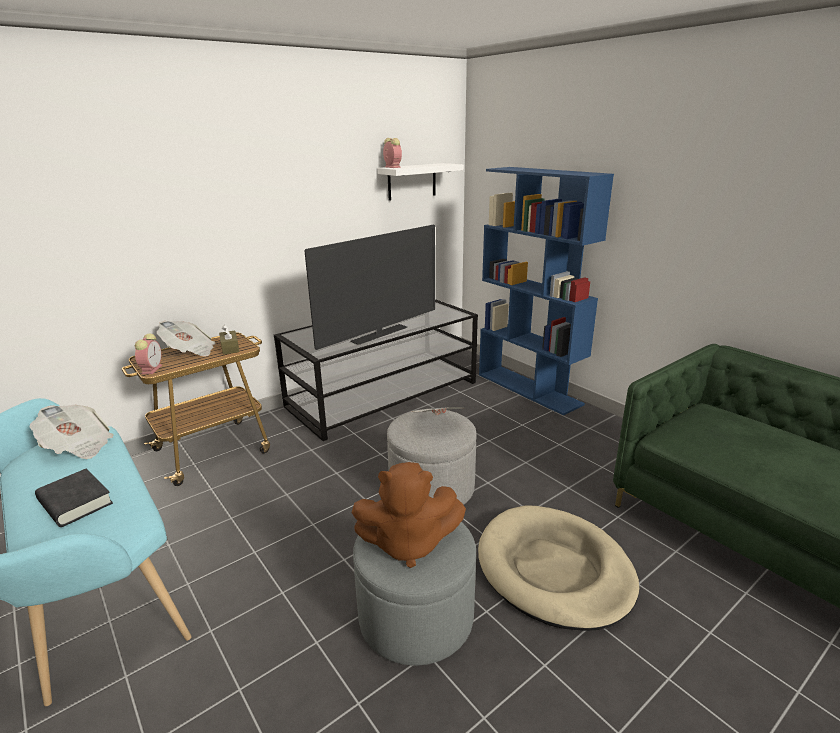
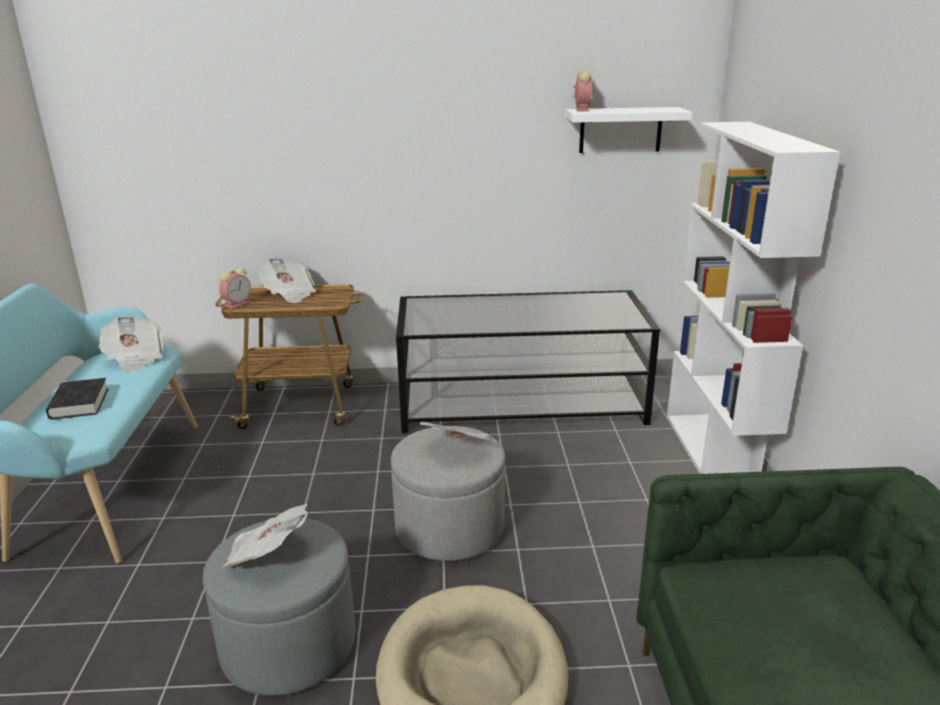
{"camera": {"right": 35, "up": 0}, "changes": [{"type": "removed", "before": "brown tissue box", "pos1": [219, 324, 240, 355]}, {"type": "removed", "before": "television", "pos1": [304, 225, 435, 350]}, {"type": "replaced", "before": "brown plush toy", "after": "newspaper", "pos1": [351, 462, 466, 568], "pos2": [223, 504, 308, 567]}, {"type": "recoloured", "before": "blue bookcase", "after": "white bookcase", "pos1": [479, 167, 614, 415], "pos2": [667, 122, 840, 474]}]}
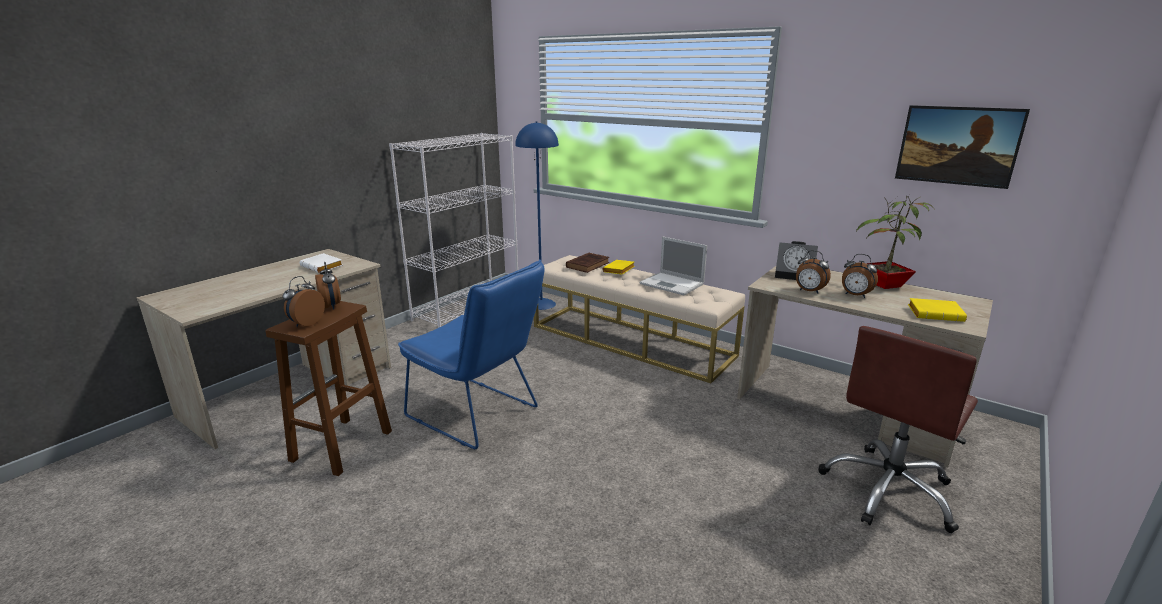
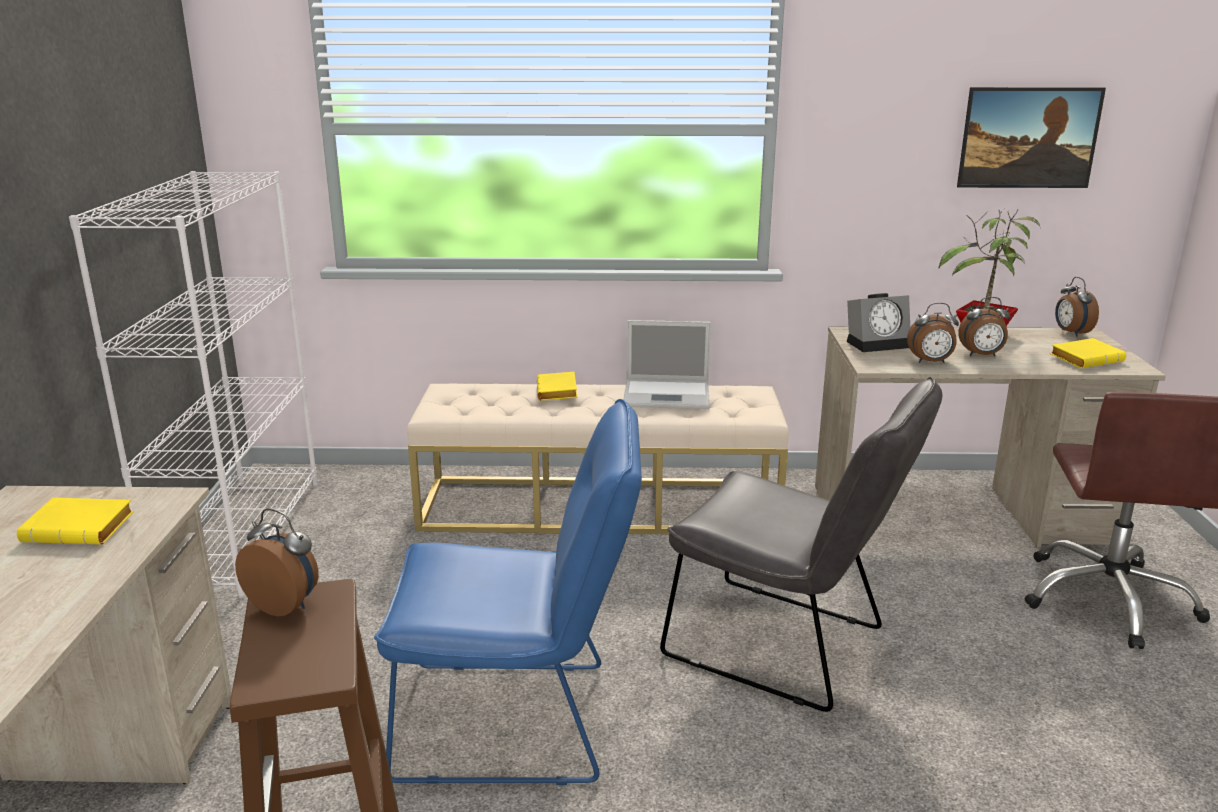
{"camera": {"right": -35, "up": 0}, "changes": [{"type": "moved", "before": "alarm clock", "pos1": [282, 276, 325, 327], "pos2": [1055, 277, 1099, 337]}, {"type": "recoloured", "before": "white book", "after": "yellow book", "pos1": [300, 253, 343, 273], "pos2": [17, 498, 134, 545]}, {"type": "removed", "before": "blue floor lamp", "pos1": [515, 121, 559, 310]}, {"type": "removed", "before": "brown book", "pos1": [566, 253, 609, 273]}, {"type": "added", "after": "grey chair", "pos2": [660, 377, 943, 712]}]}
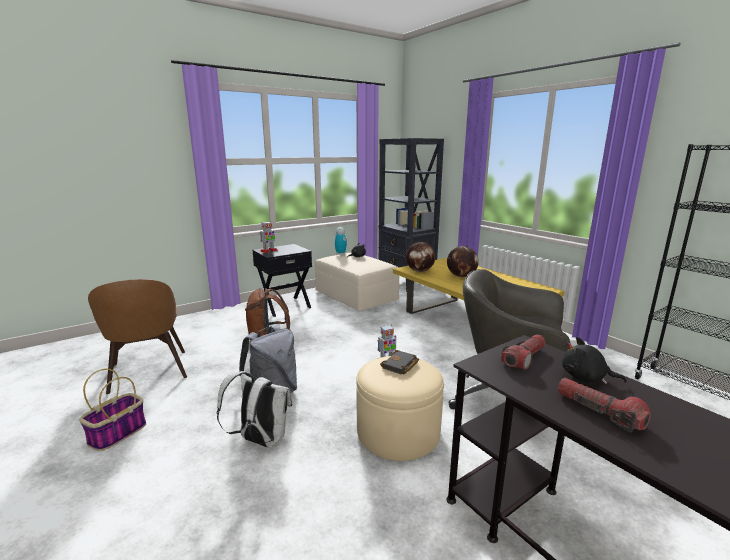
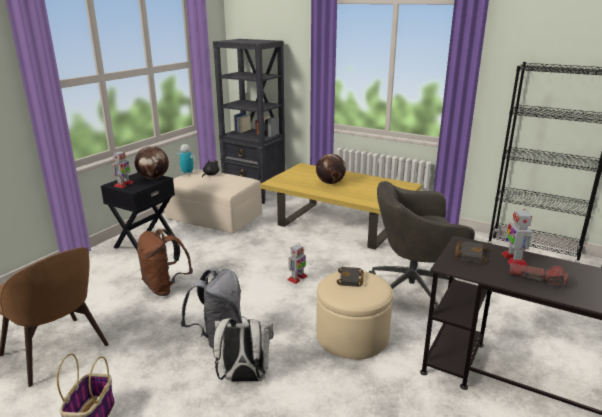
{"camera": {"right": -25, "up": 5}, "changes": [{"type": "moved", "before": "globe", "pos1": [405, 242, 435, 272], "pos2": [134, 146, 169, 179]}, {"type": "replaced", "before": "flashlight", "after": "black book", "pos1": [501, 335, 546, 370], "pos2": [455, 241, 487, 263]}, {"type": "replaced", "before": "black plush toy", "after": "toy robot", "pos1": [562, 337, 627, 384], "pos2": [502, 209, 532, 266]}]}
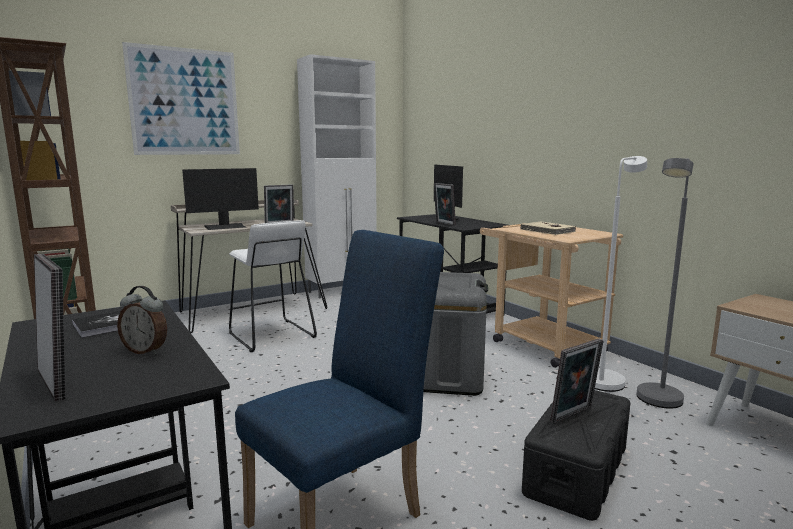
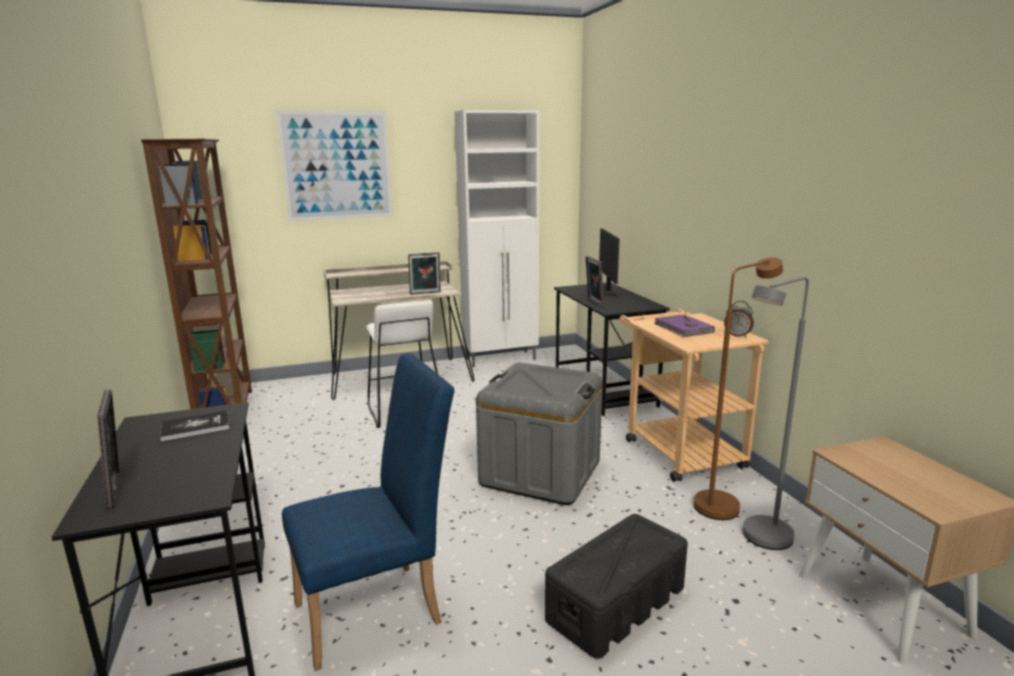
{"camera": {"right": 15, "up": 5}, "changes": [{"type": "moved", "before": "alarm clock", "pos1": [117, 286, 167, 355], "pos2": [724, 301, 754, 338]}, {"type": "removed", "before": "monitor", "pos1": [182, 168, 259, 230]}, {"type": "recoloured", "before": "beige book", "after": "purple book", "pos1": [520, 221, 576, 235], "pos2": [655, 314, 715, 337]}, {"type": "removed", "before": "picture frame", "pos1": [550, 339, 604, 424]}, {"type": "recoloured", "before": "white floor lamp", "after": "brown floor lamp", "pos1": [595, 156, 647, 392], "pos2": [694, 257, 783, 520]}]}
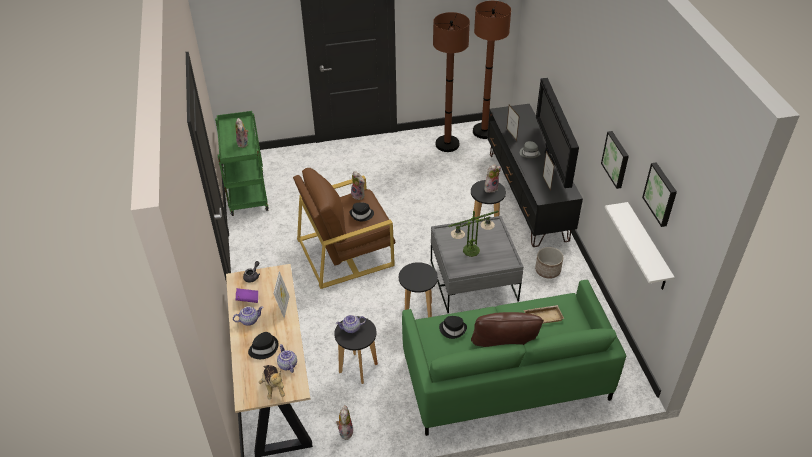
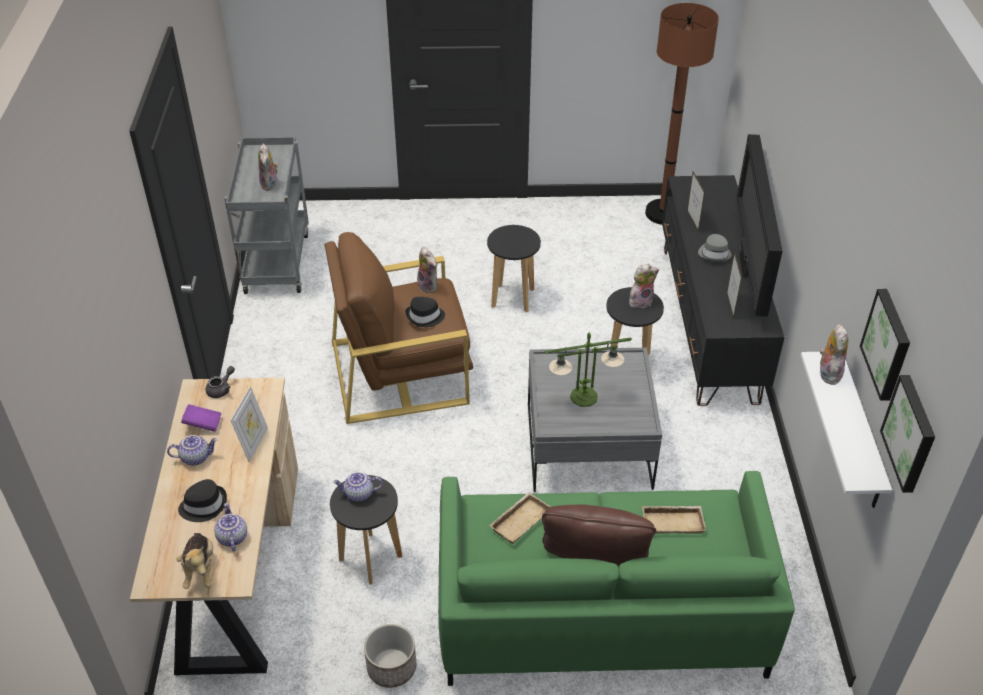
{"camera": {"right": 10, "up": 0}, "changes": [{"type": "recoloured", "before": "green cart", "after": "grey cart", "pos1": [215, 111, 269, 216], "pos2": [224, 137, 309, 294]}, {"type": "moved", "before": "plush toy", "pos1": [336, 405, 353, 440], "pos2": [820, 324, 848, 385]}, {"type": "moved", "before": "black stool", "pos1": [399, 262, 438, 317], "pos2": [487, 225, 541, 312]}, {"type": "removed", "before": "brown floor lamp", "pos1": [433, 12, 470, 152]}, {"type": "replaced", "before": "black hat", "after": "beige tray", "pos1": [439, 316, 467, 339], "pos2": [489, 492, 550, 544]}, {"type": "moved", "before": "planter", "pos1": [535, 247, 563, 279], "pos2": [364, 624, 416, 688]}, {"type": "moved", "before": "picture", "pos1": [601, 131, 629, 189], "pos2": [880, 375, 935, 493]}]}
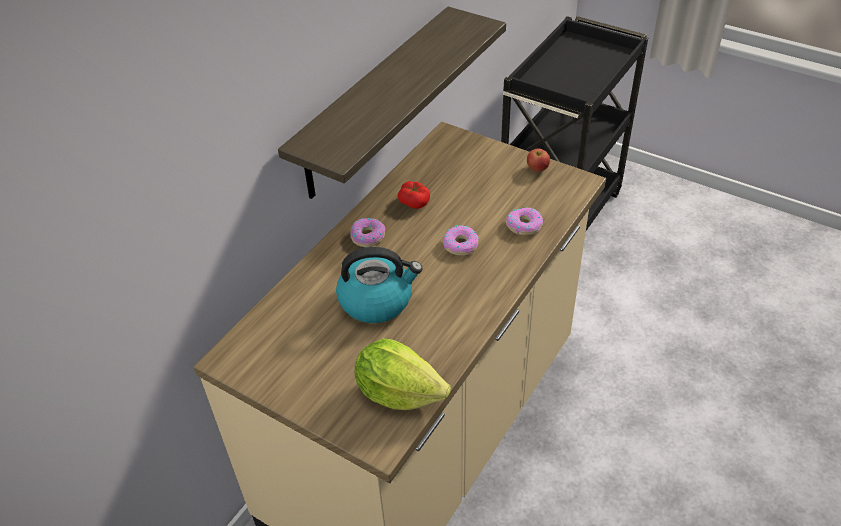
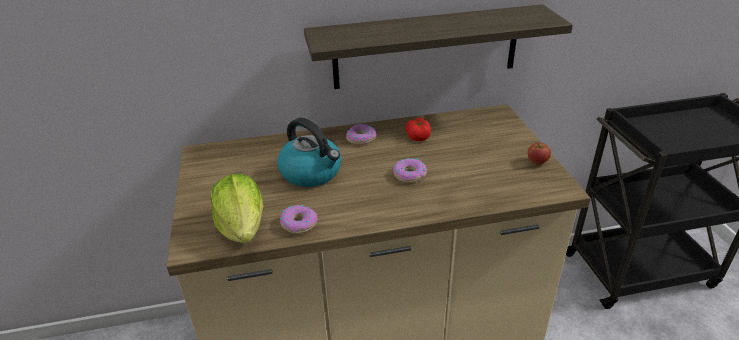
{"camera": {"right": 45, "up": -10}, "changes": [{"type": "moved", "before": "donut", "pos1": [506, 207, 543, 235], "pos2": [280, 204, 318, 234]}]}
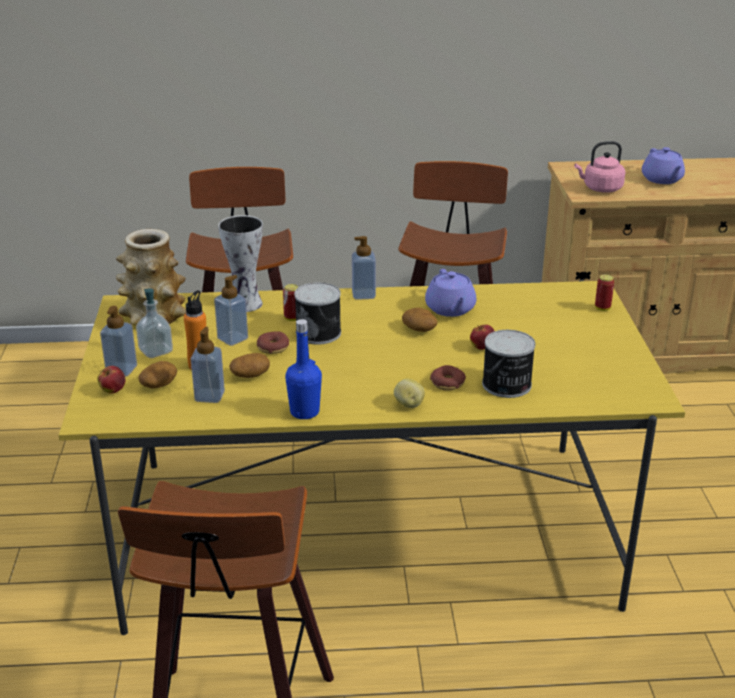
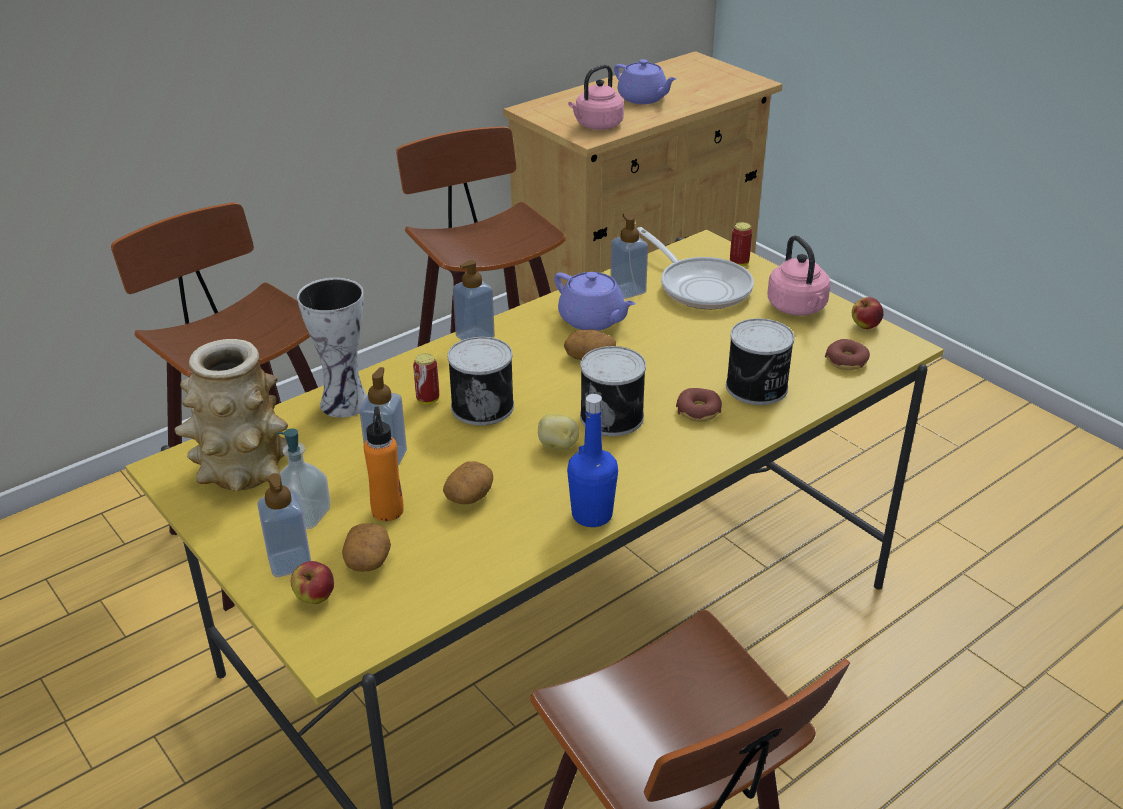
{"camera": {"right": -35, "up": 5}, "changes": [{"type": "moved", "before": "soap dispenser", "pos1": [191, 327, 225, 403], "pos2": [610, 213, 648, 299]}, {"type": "moved", "before": "donut", "pos1": [257, 331, 289, 354], "pos2": [825, 339, 870, 370]}, {"type": "moved", "before": "potato", "pos1": [394, 379, 425, 408], "pos2": [538, 414, 579, 450]}, {"type": "moved", "before": "apple", "pos1": [470, 324, 494, 350], "pos2": [852, 297, 884, 329]}, {"type": "added", "after": "can", "pos2": [580, 346, 646, 436]}, {"type": "added", "after": "frying pan", "pos2": [637, 227, 754, 309]}, {"type": "added", "after": "pink kettle", "pos2": [768, 235, 830, 316]}]}
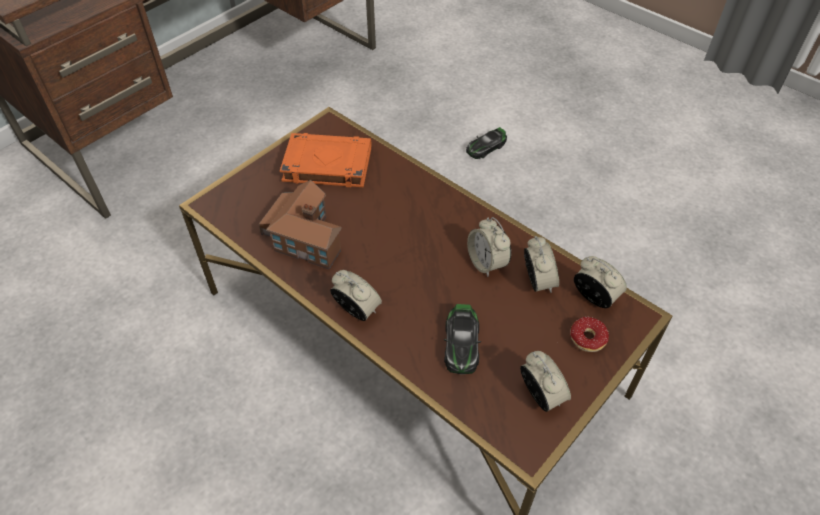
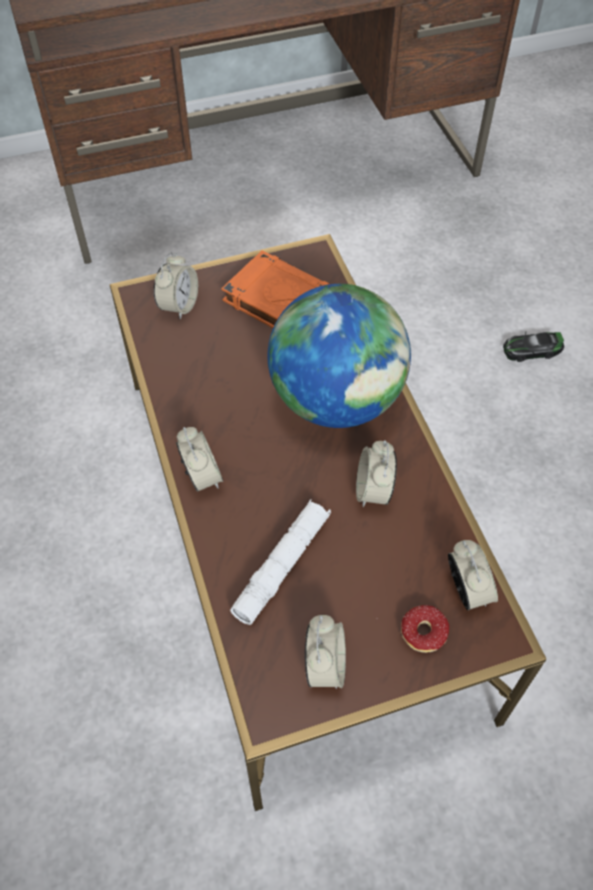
{"camera": {"right": 30, "up": 5}, "changes": [{"type": "removed", "before": "toy house", "pos1": [259, 180, 342, 270]}, {"type": "replaced", "before": "toy car", "after": "white flashlight", "pos1": [444, 304, 481, 374], "pos2": [230, 499, 331, 625]}, {"type": "moved", "before": "alarm clock", "pos1": [524, 236, 559, 293], "pos2": [154, 252, 198, 320]}, {"type": "added", "after": "globe", "pos2": [268, 284, 411, 428]}]}
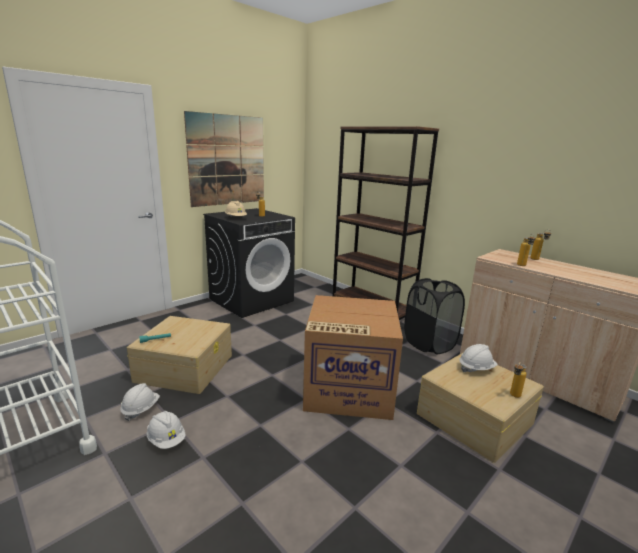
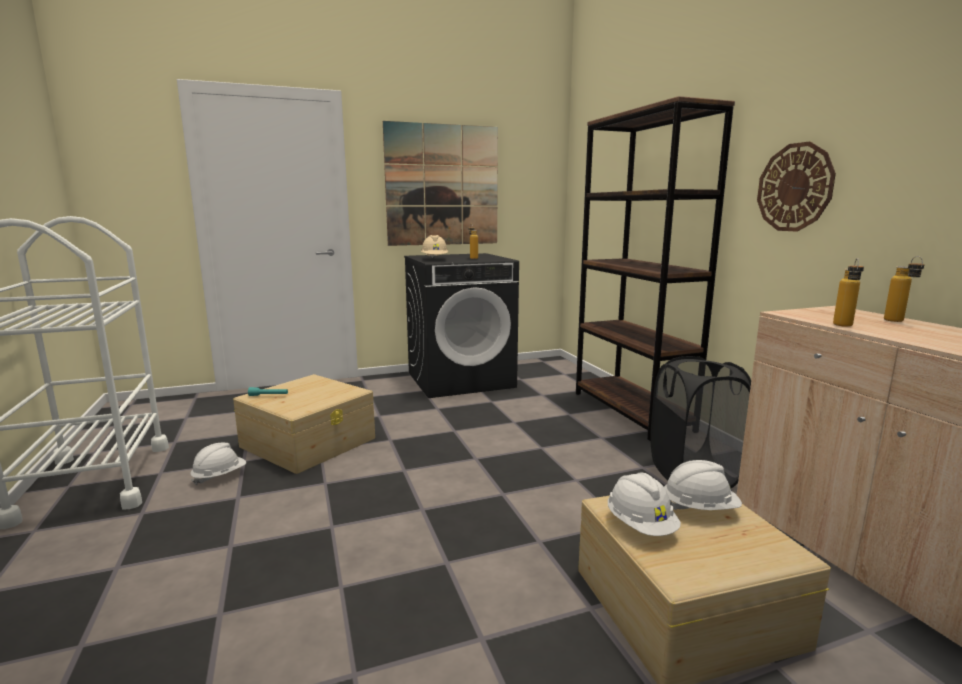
{"camera": {"right": 25, "up": -5}, "changes": [{"type": "moved", "before": "white hard hat", "pos1": [147, 411, 186, 449], "pos2": [608, 472, 681, 536]}, {"type": "removed", "before": "cardboard box", "pos1": [303, 295, 403, 420]}, {"type": "removed", "before": "bottle", "pos1": [510, 362, 527, 398]}, {"type": "added", "after": "wall clock", "pos2": [757, 141, 836, 232]}]}
